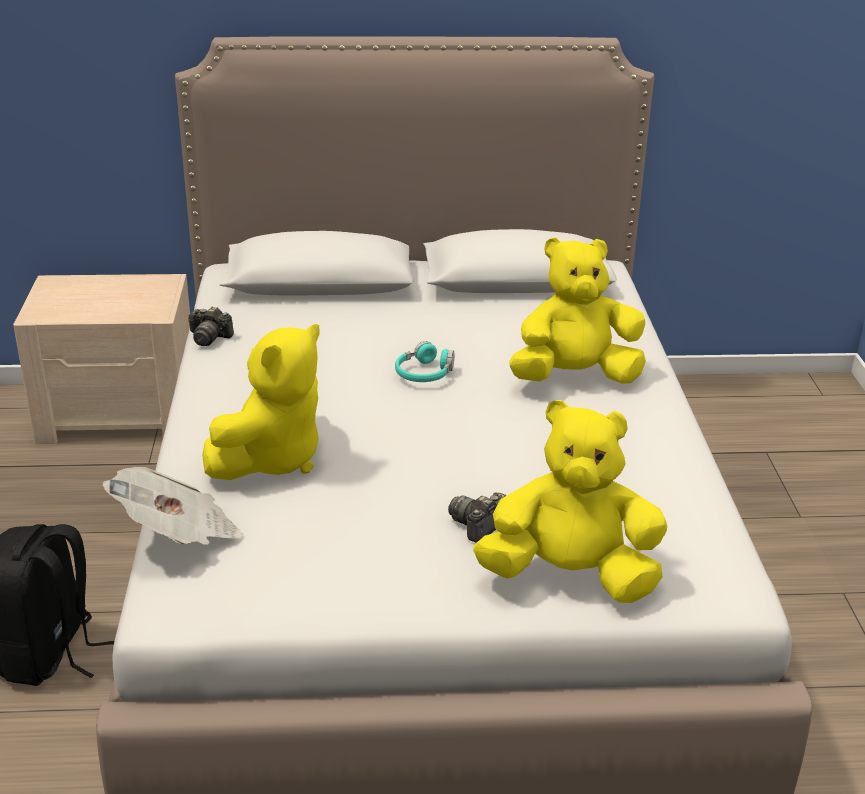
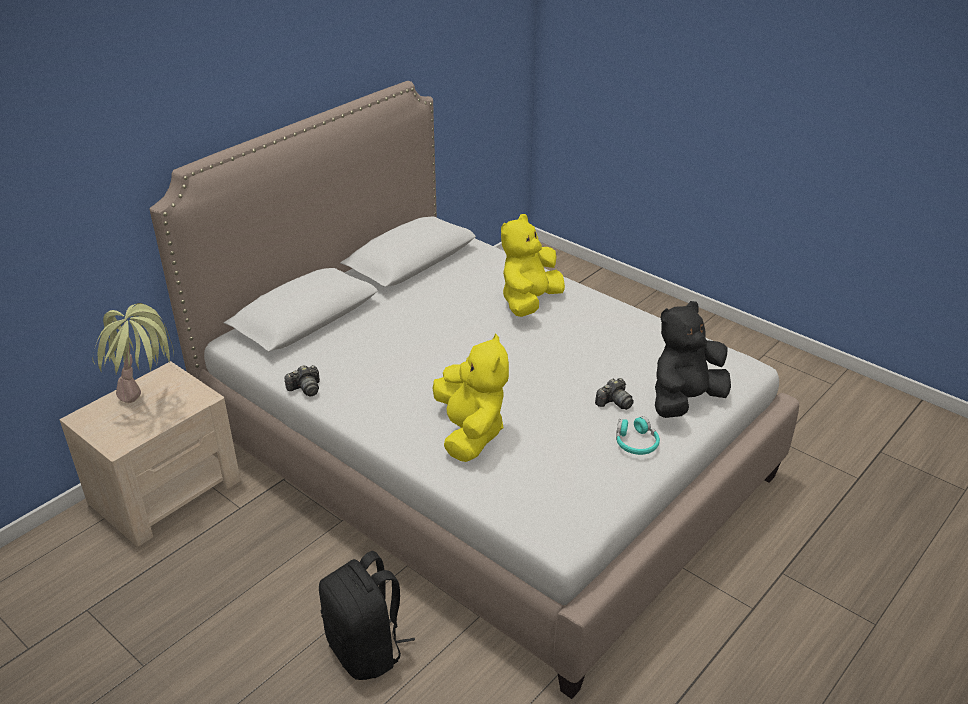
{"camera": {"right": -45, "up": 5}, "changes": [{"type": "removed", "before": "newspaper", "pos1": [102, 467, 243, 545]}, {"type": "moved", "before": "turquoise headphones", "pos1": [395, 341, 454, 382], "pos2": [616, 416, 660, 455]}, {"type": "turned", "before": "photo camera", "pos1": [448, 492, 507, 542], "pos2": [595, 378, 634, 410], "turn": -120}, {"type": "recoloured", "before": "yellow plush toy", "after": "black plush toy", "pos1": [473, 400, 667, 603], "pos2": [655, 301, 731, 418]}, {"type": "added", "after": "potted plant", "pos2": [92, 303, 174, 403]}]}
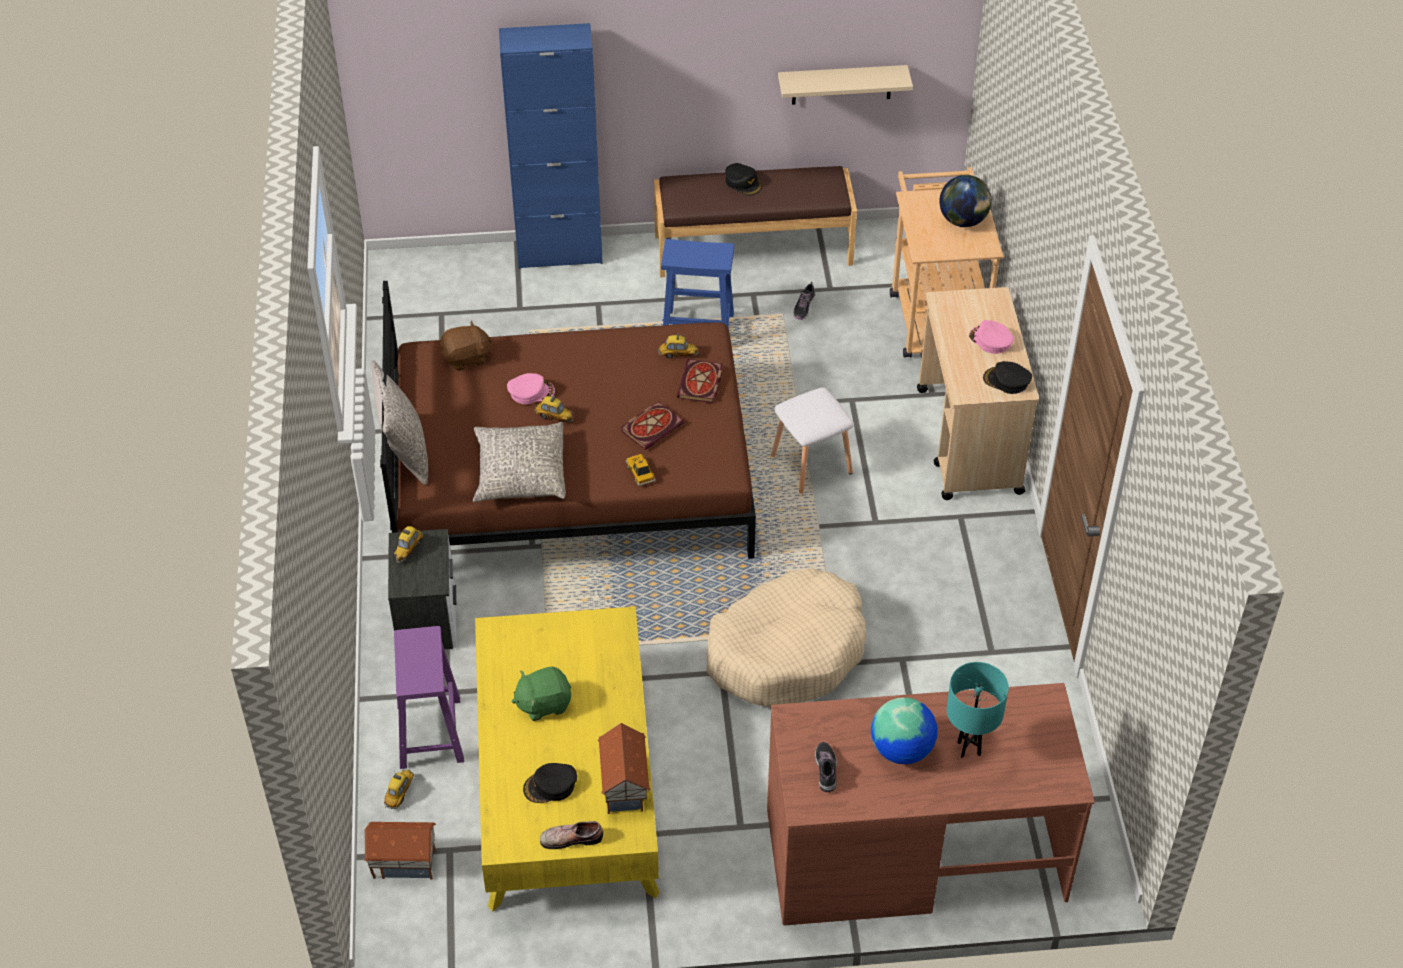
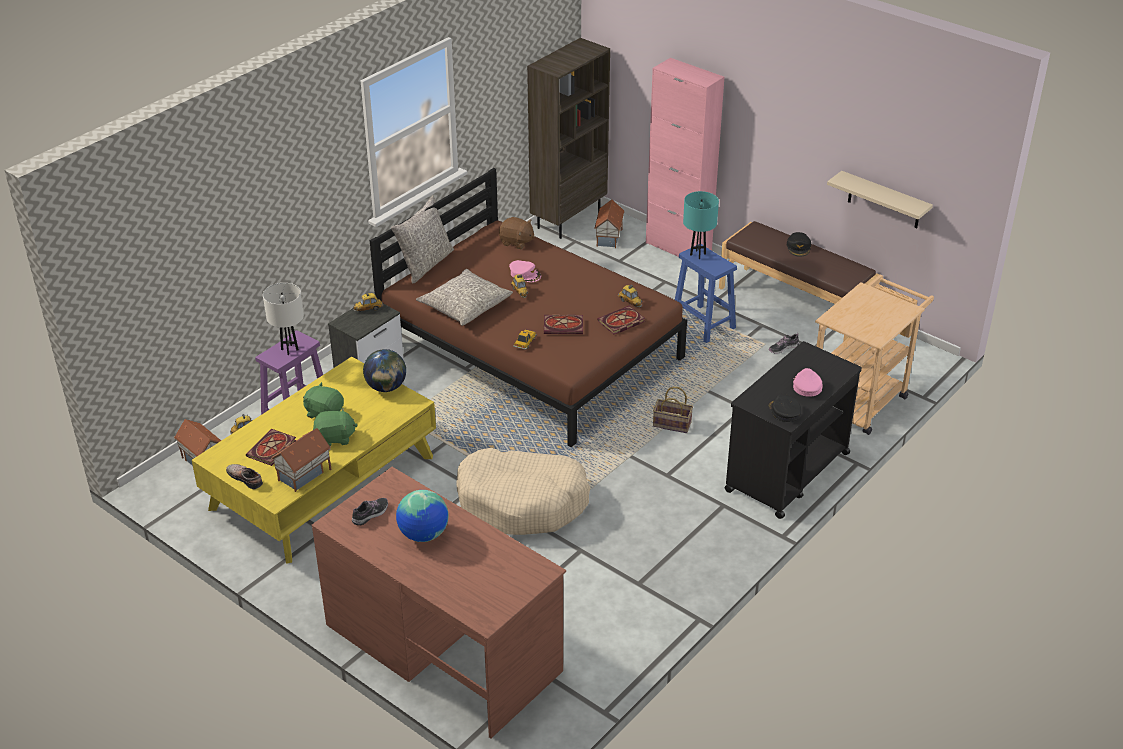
{"camera": {"right": 45, "up": -10}, "changes": [{"type": "recoloured", "before": "blue cabinet", "after": "pink cabinet", "pos1": [499, 23, 603, 269], "pos2": [646, 58, 724, 257]}, {"type": "replaced", "before": "black cap", "after": "book", "pos1": [523, 763, 577, 803], "pos2": [246, 429, 296, 466]}, {"type": "replaced", "before": "white stool", "after": "basket", "pos1": [771, 387, 854, 494], "pos2": [653, 387, 693, 433]}, {"type": "recoloured", "before": "beige cart", "after": "black cart", "pos1": [917, 287, 1039, 500], "pos2": [724, 341, 862, 519]}, {"type": "moved", "before": "globe", "pos1": [939, 175, 992, 227], "pos2": [363, 349, 406, 392]}, {"type": "moved", "before": "turquoise table lamp", "pos1": [947, 662, 1009, 758], "pos2": [683, 191, 719, 259]}, {"type": "added", "after": "white table lamp", "pos2": [263, 283, 304, 355]}, {"type": "added", "after": "green plush toy", "pos2": [313, 407, 358, 446]}, {"type": "added", "after": "brown bookcase", "pos2": [527, 38, 610, 239]}, {"type": "added", "after": "toy house", "pos2": [594, 199, 625, 248]}]}
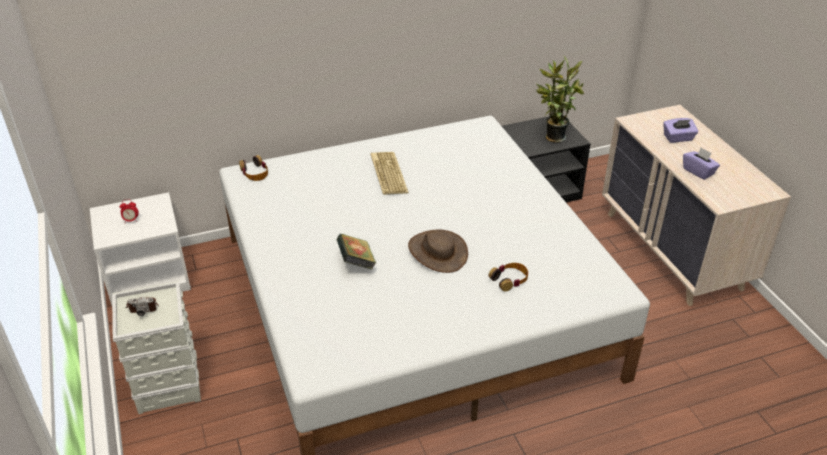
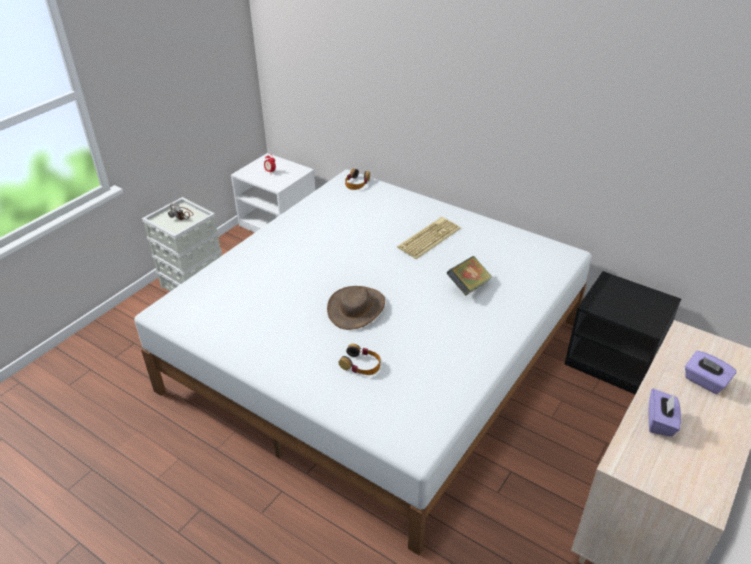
{"camera": {"right": 55, "up": 0}, "changes": [{"type": "moved", "before": "book", "pos1": [337, 234, 376, 270], "pos2": [447, 256, 492, 296]}, {"type": "removed", "before": "potted plant", "pos1": [536, 55, 584, 143]}]}
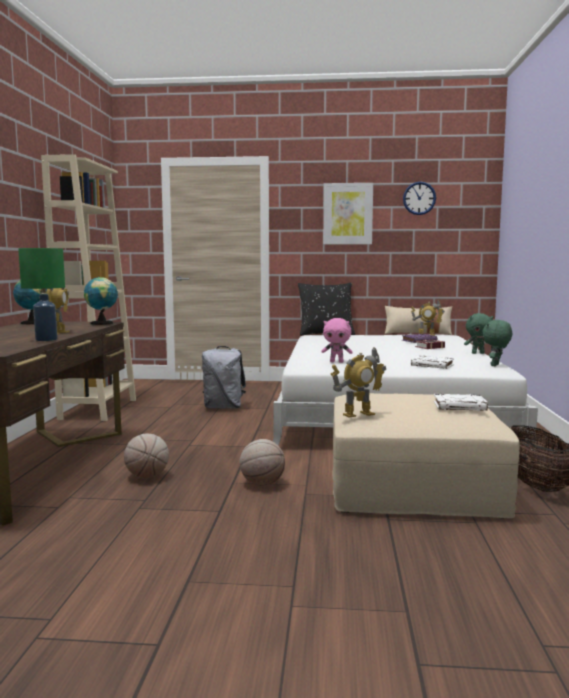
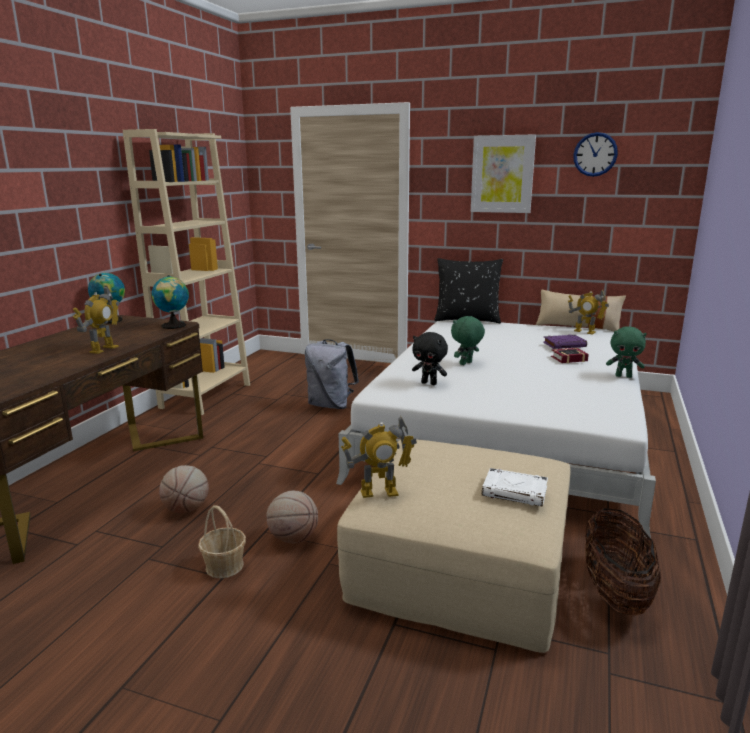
{"camera": {"right": 15, "up": 10}, "changes": [{"type": "removed", "before": "green table lamp", "pos1": [18, 248, 65, 341]}, {"type": "recoloured", "before": "pink plush toy", "after": "black plush toy", "pos1": [321, 318, 353, 363], "pos2": [412, 332, 448, 385]}, {"type": "removed", "before": "white book", "pos1": [411, 356, 454, 369]}, {"type": "moved", "before": "green plush toy", "pos1": [482, 320, 512, 366], "pos2": [451, 316, 485, 365]}, {"type": "added", "after": "basket", "pos2": [198, 505, 246, 578]}]}
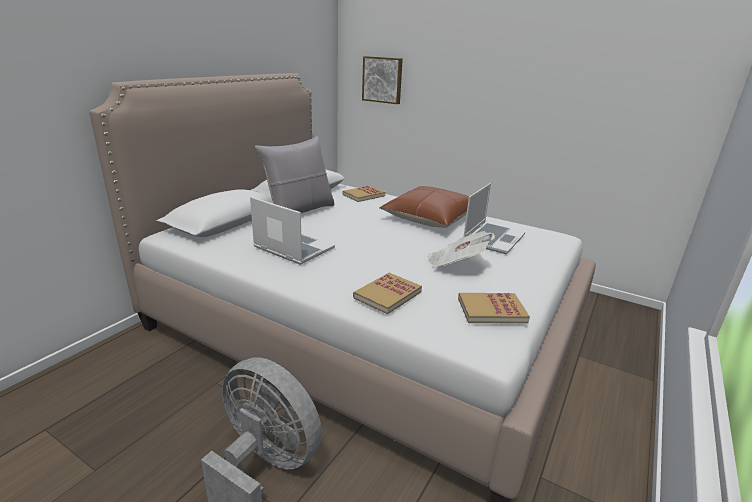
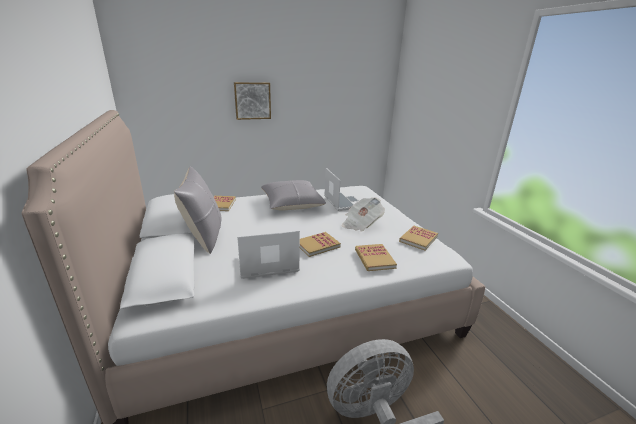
{"camera": {"right": -50, "up": 0}, "changes": [{"type": "moved", "before": "picture", "pos1": [362, 56, 403, 104], "pos2": [234, 82, 271, 120]}, {"type": "recoloured", "before": "brown pillow", "after": "grey pillow", "pos1": [380, 186, 469, 228], "pos2": [261, 180, 326, 211]}, {"type": "added", "after": "book", "pos2": [300, 232, 341, 257]}]}
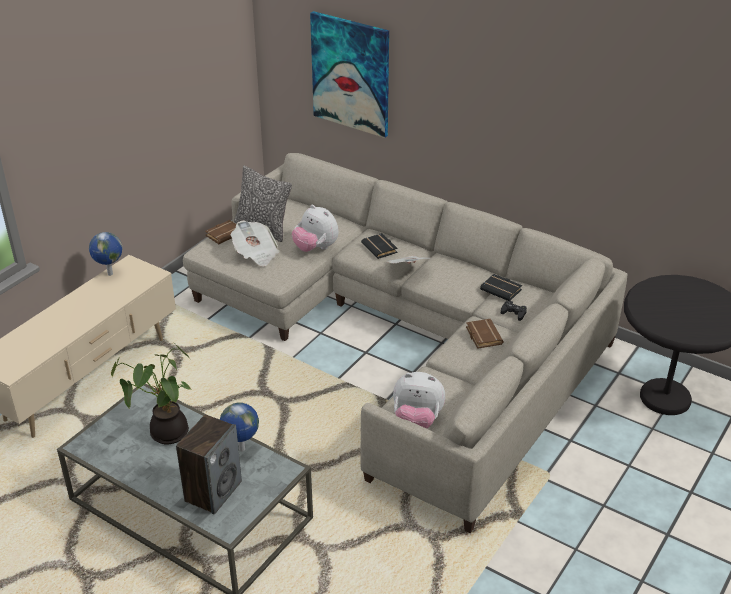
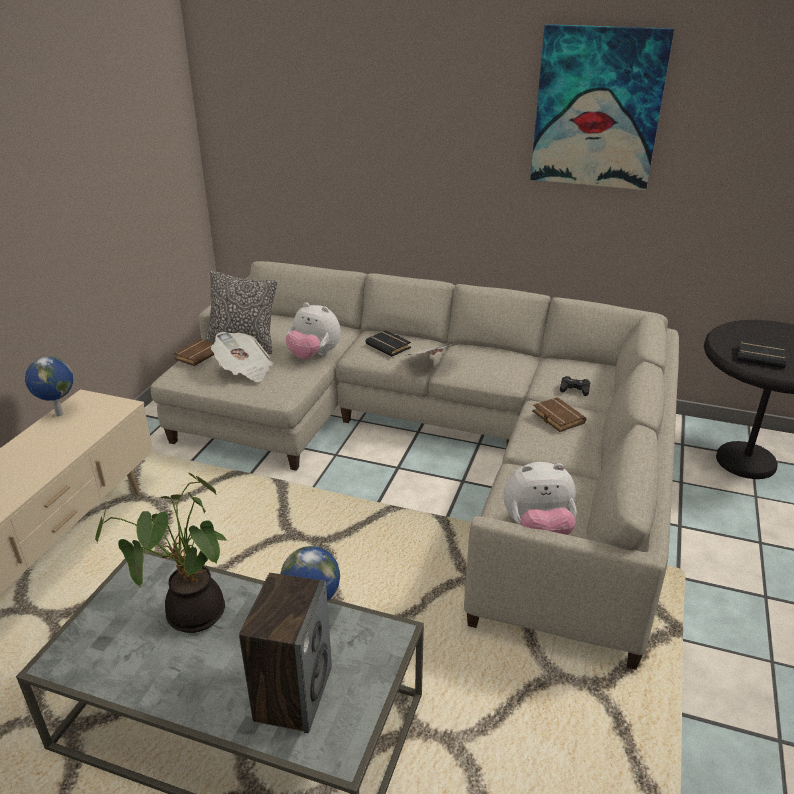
{"camera": {"right": -15, "up": -5}, "changes": [{"type": "moved", "before": "picture", "pos1": [310, 11, 389, 138], "pos2": [530, 24, 674, 190]}, {"type": "moved", "before": "black book", "pos1": [480, 274, 522, 301], "pos2": [737, 340, 787, 368]}]}
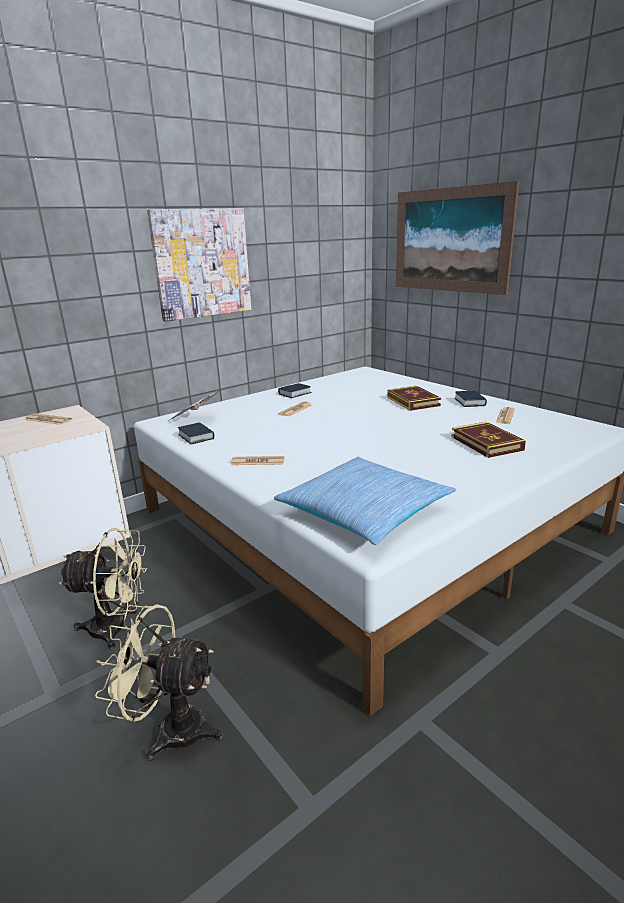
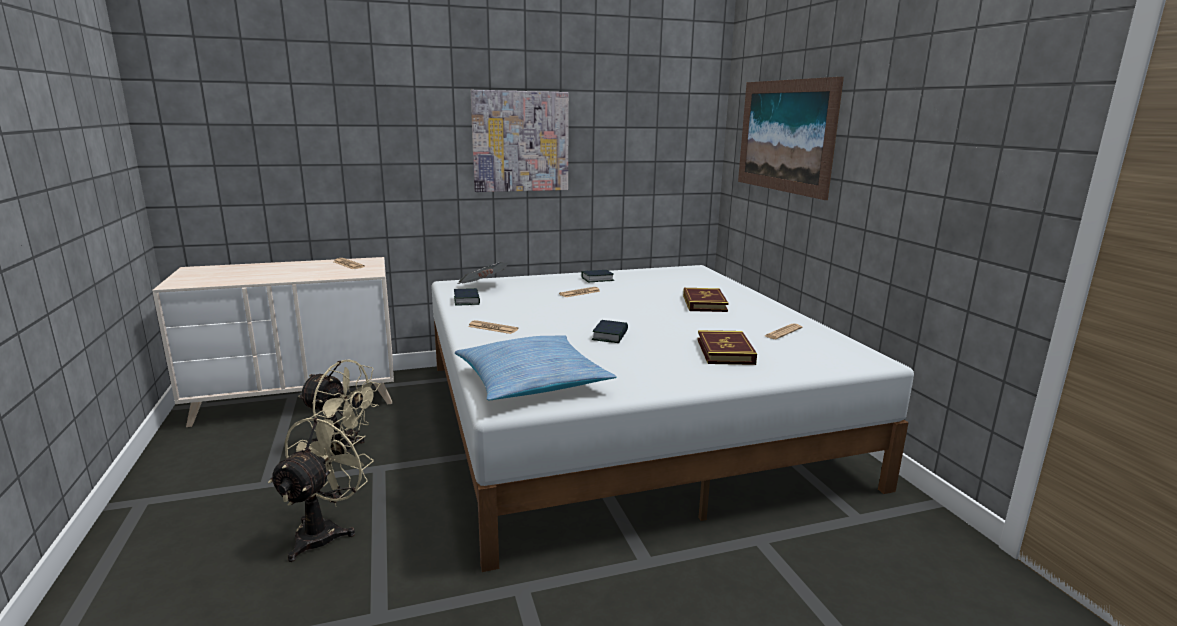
{"camera": {"right": 20, "up": -5}, "changes": [{"type": "turned", "before": "beige fan", "pos1": [95, 604, 223, 761], "pos2": [268, 410, 374, 562], "turn": 75}, {"type": "moved", "before": "book", "pos1": [455, 391, 487, 407], "pos2": [592, 320, 628, 343]}]}
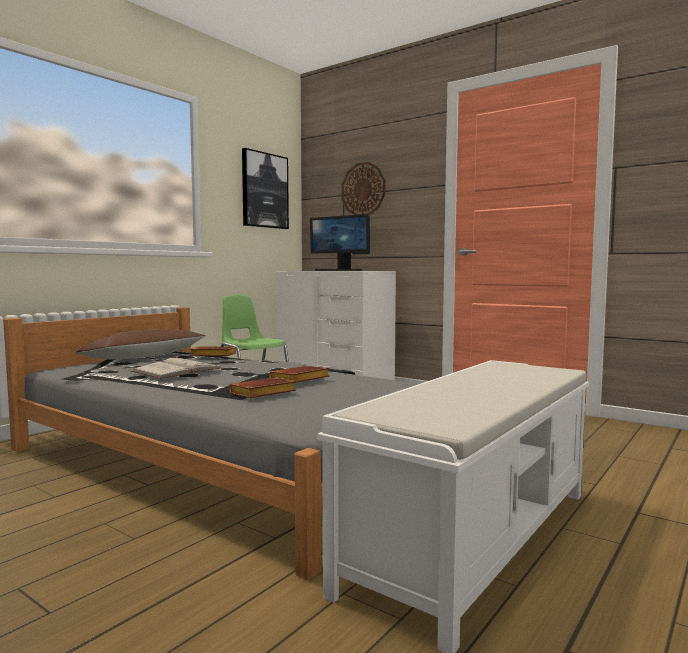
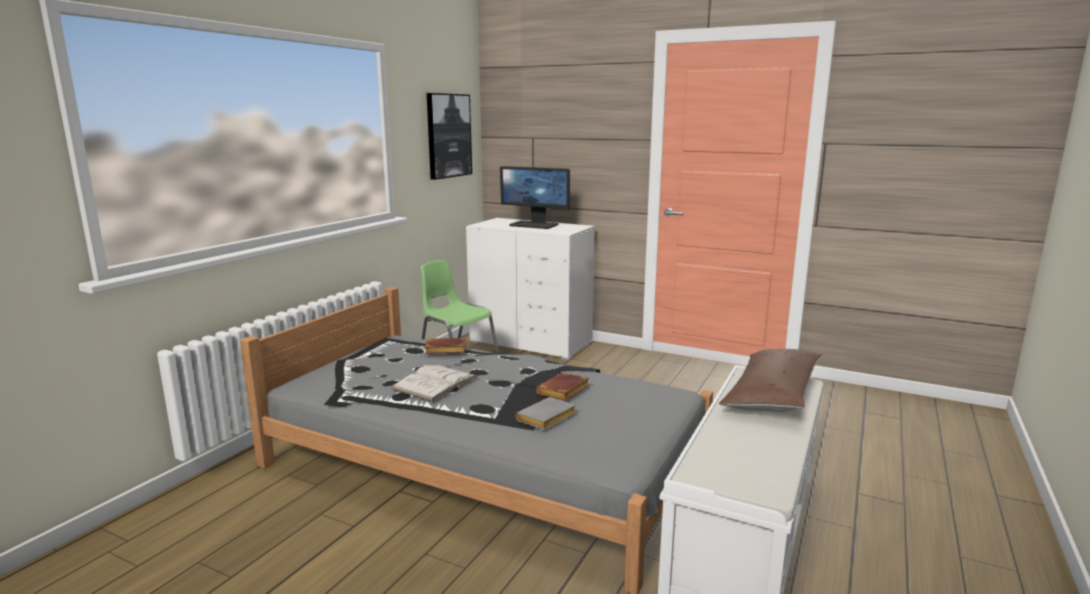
{"camera": {"right": -10, "up": 10}, "changes": [{"type": "moved", "before": "brown pillow", "pos1": [75, 329, 206, 360], "pos2": [719, 349, 822, 412]}, {"type": "recoloured", "before": "brown book", "after": "grey book", "pos1": [229, 377, 296, 398], "pos2": [516, 397, 576, 430]}, {"type": "removed", "before": "wall clock", "pos1": [342, 162, 385, 215]}]}
